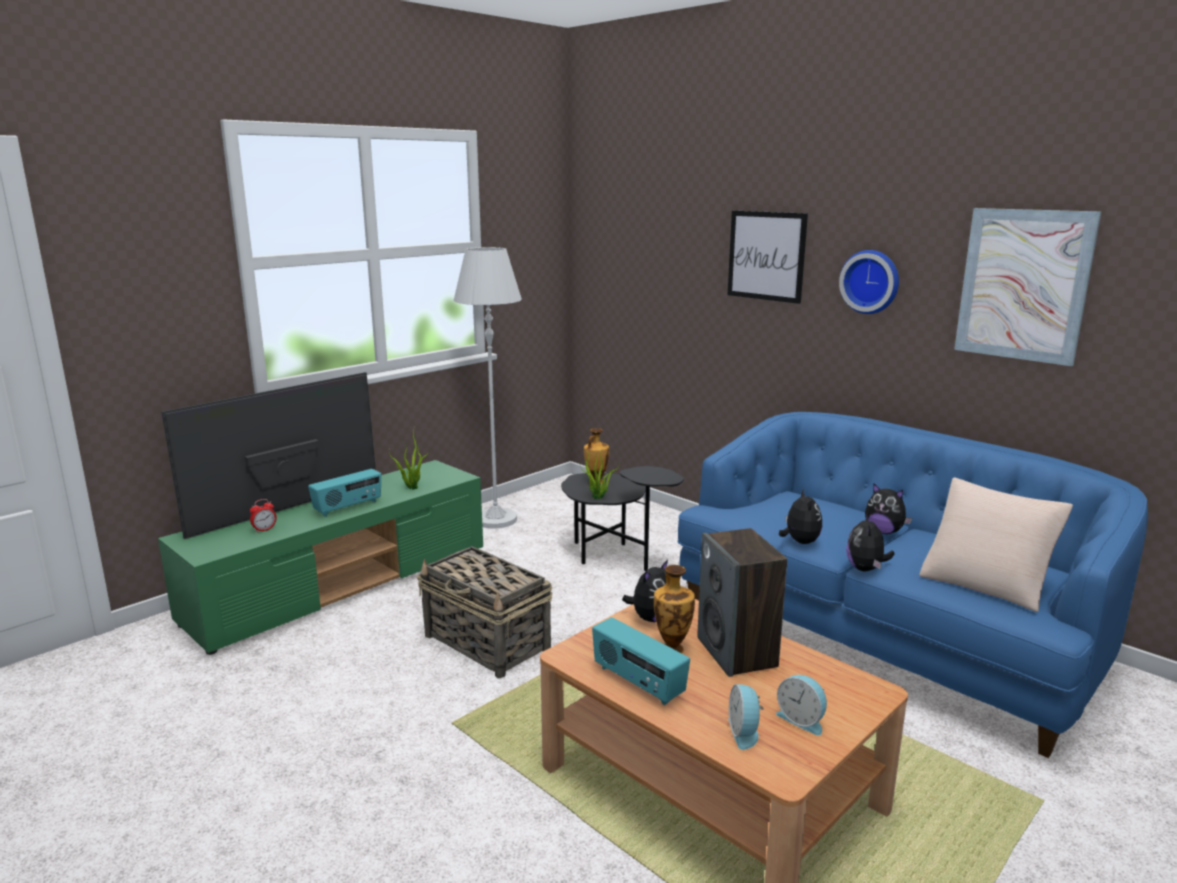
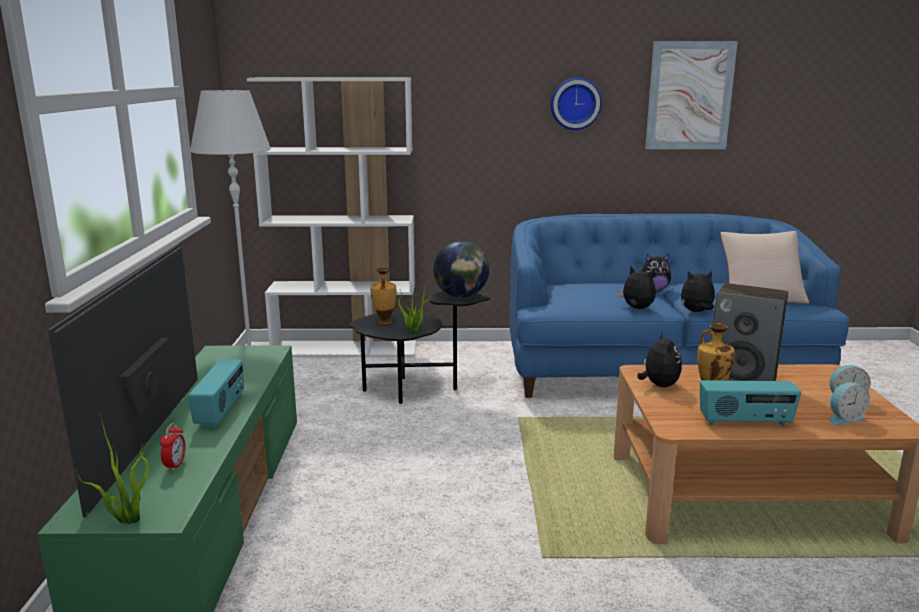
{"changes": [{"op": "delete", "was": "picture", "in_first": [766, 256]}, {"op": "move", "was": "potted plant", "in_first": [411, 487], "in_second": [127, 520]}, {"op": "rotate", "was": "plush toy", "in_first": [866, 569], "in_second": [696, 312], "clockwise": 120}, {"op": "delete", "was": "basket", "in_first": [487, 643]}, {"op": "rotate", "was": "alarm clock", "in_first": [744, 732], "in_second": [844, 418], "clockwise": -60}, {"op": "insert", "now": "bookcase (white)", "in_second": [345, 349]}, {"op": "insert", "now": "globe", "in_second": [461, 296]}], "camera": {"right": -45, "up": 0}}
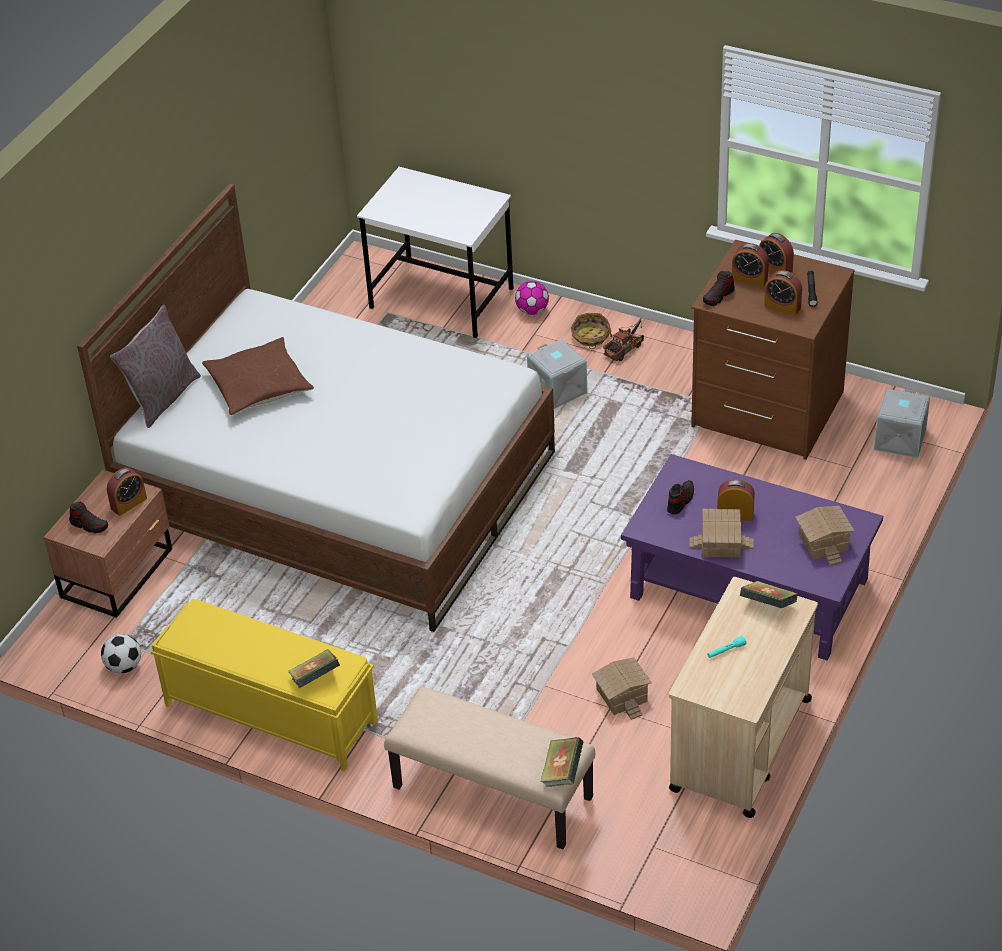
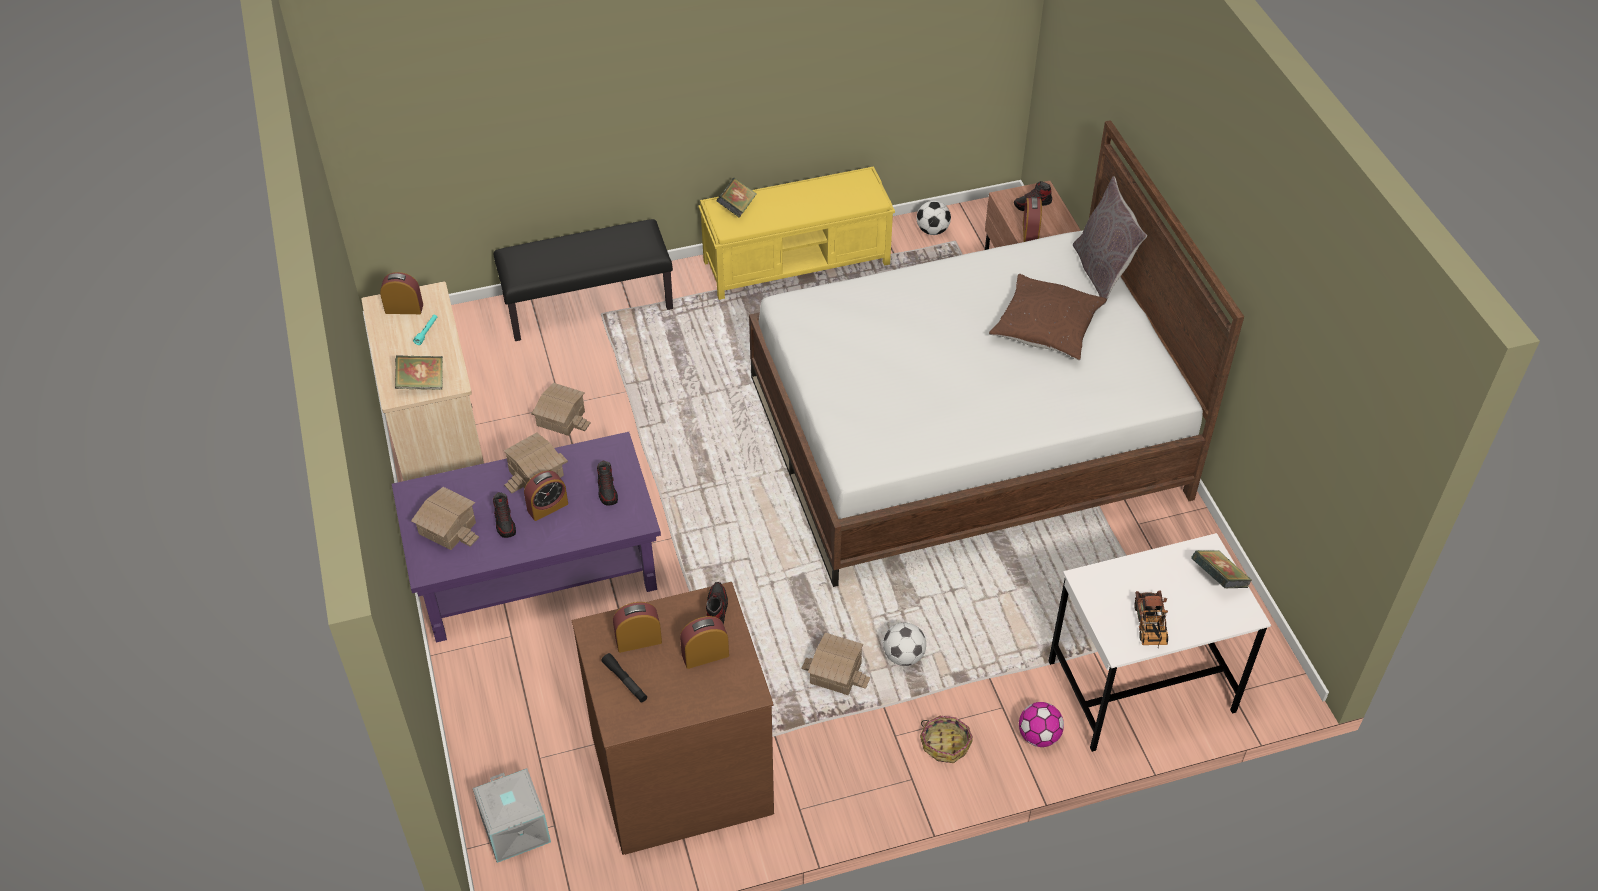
{"changes": [{"op": "move", "was": "alarm clock", "in_first": [775, 269], "in_second": [404, 308]}, {"op": "move", "was": "toy truck", "in_first": [626, 348], "in_second": [1150, 628]}, {"op": "replace", "was": "storage box (grey)", "now": "football", "in_first": [558, 390], "in_second": [903, 656]}, {"op": "recolor", "was": "bench (beige)", "now": "bench (black)", "in_first": [491, 793], "in_second": [589, 304]}, {"op": "move", "was": "book", "in_first": [562, 772], "in_second": [1218, 579]}, {"op": "insert", "now": "shoe", "in_second": [505, 522]}, {"op": "insert", "now": "toy house", "in_second": [835, 674]}], "camera": {"right": 135, "up": 5}}
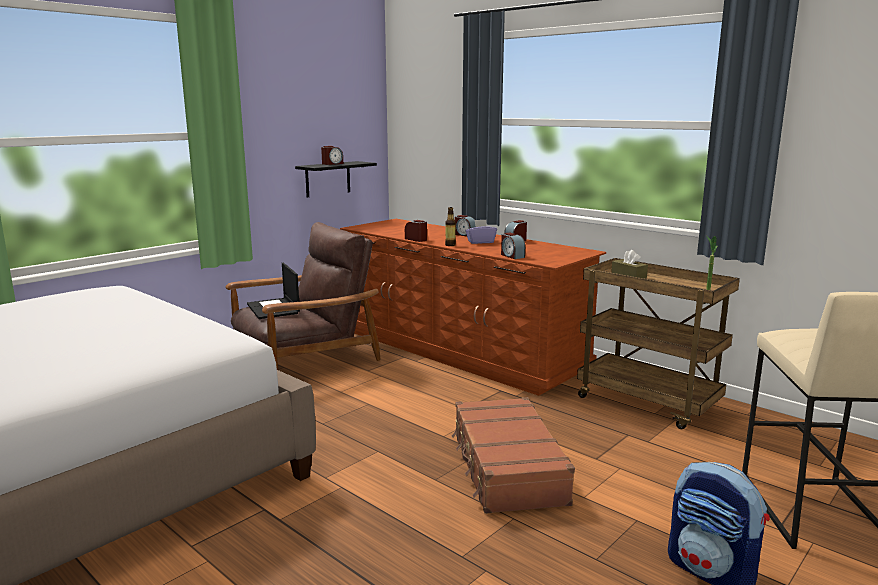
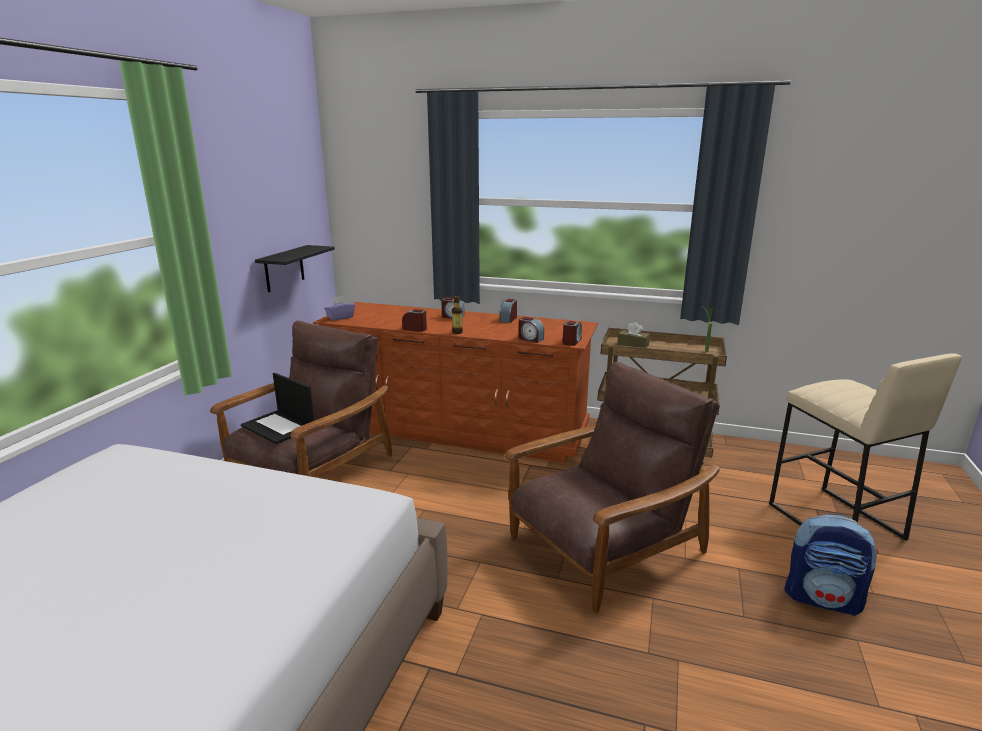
{"changes": [{"op": "move", "was": "alarm clock", "in_first": [332, 164], "in_second": [571, 341]}, {"op": "move", "was": "tissue box (purple)", "in_first": [480, 242], "in_second": [340, 317]}, {"op": "replace", "was": "suitcase (brown)", "now": "armchair (brown)", "in_first": [506, 468], "in_second": [604, 547]}], "camera": {"right": -25, "up": 5}}
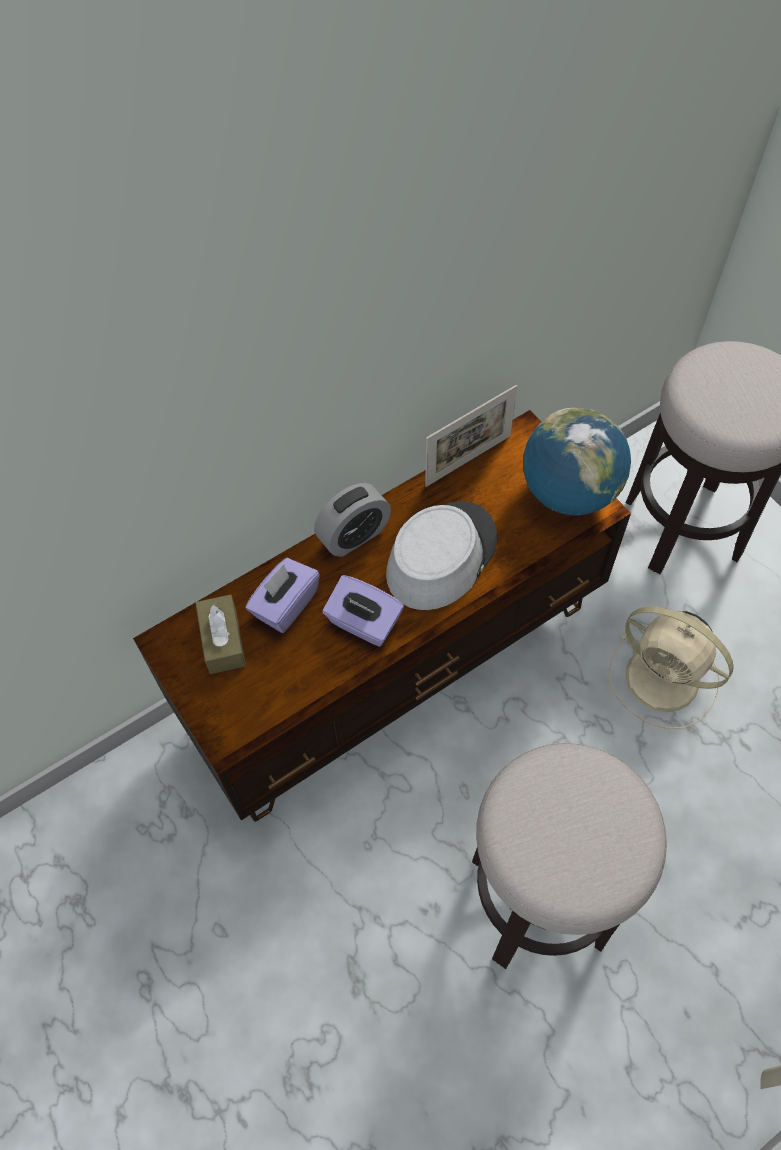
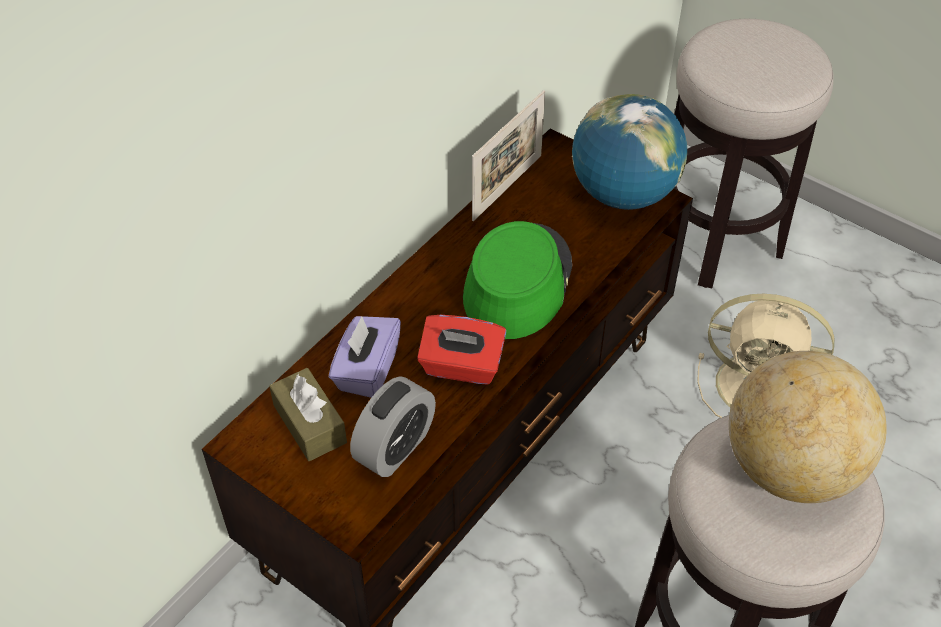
{"changes": [{"op": "move", "was": "alarm clock", "in_first": [354, 535], "in_second": [395, 447]}, {"op": "recolor", "was": "hat (grey)", "now": "hat (green)", "in_first": [441, 556], "in_second": [517, 282]}, {"op": "recolor", "was": "tissue box (purple)", "now": "tissue box (red)", "in_first": [363, 623], "in_second": [461, 366]}, {"op": "insert", "now": "globe", "in_second": [790, 468]}], "camera": {"right": -20, "up": -10}}
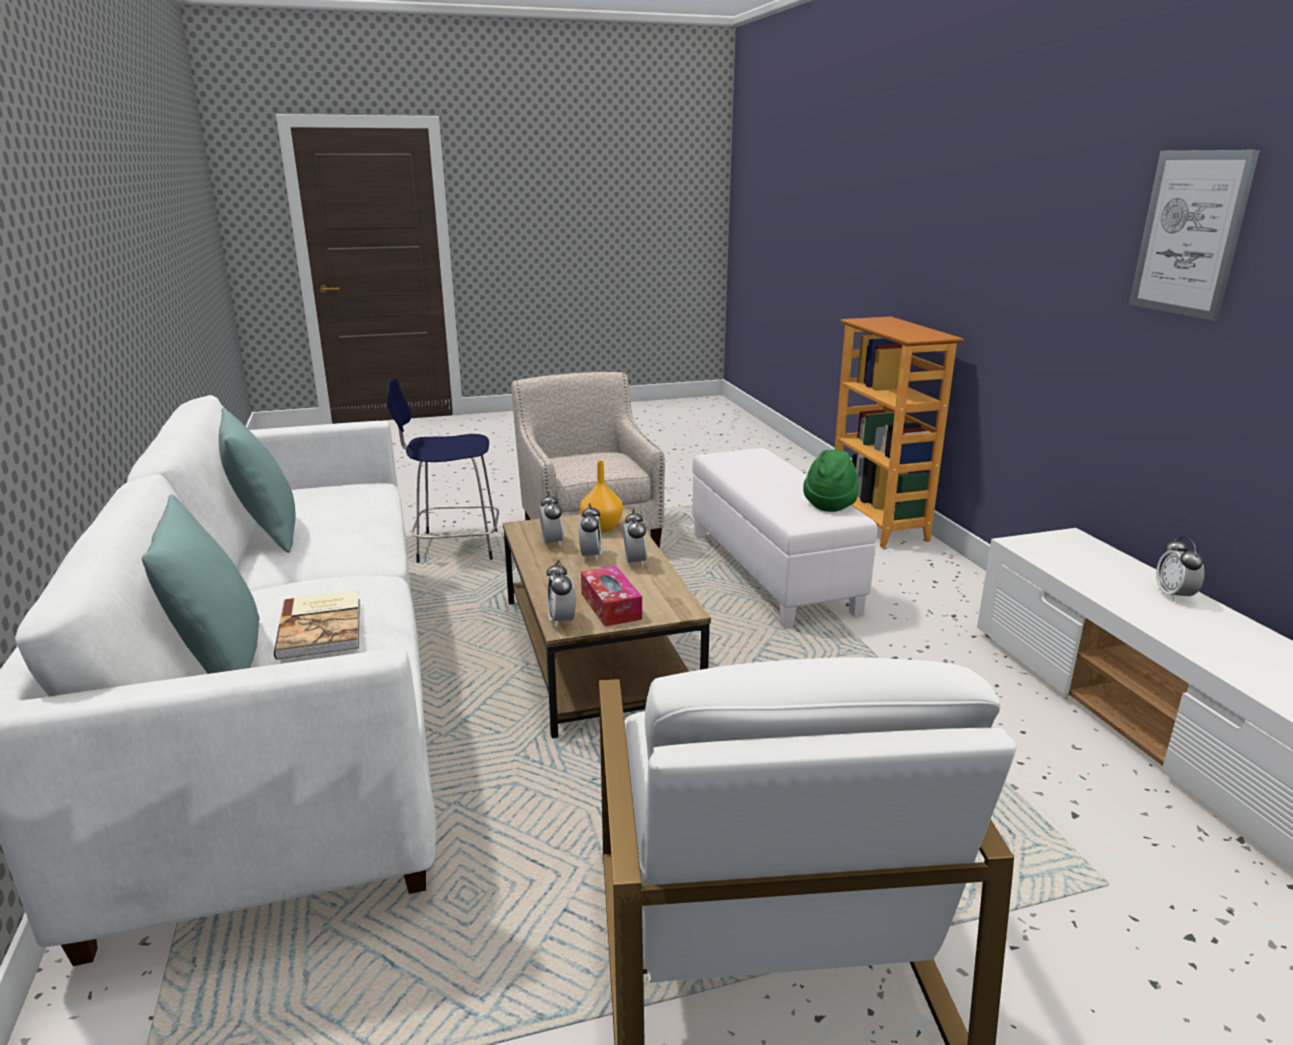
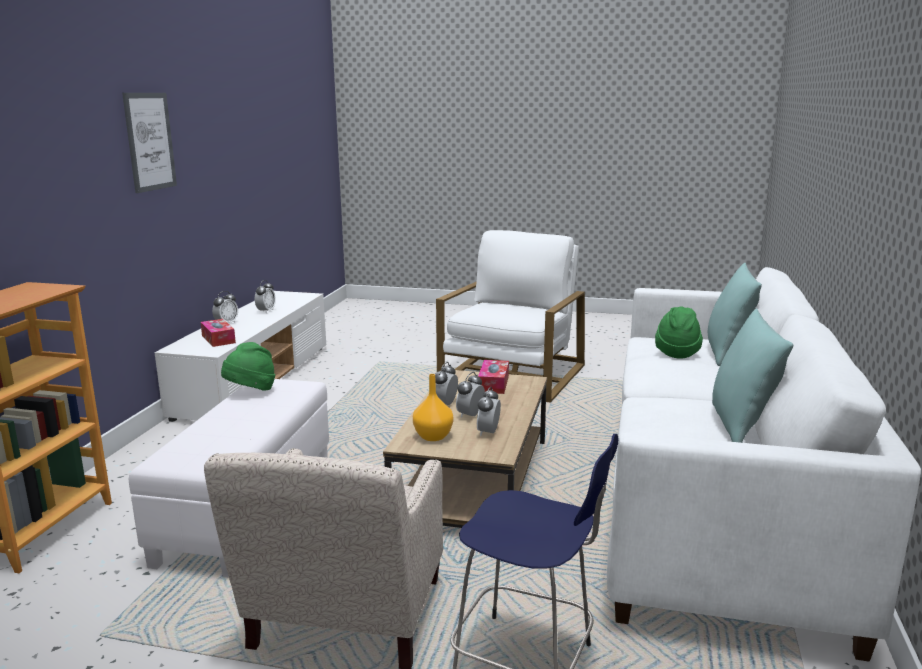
{"changes": [{"op": "move", "was": "alarm clock", "in_first": [561, 620], "in_second": [266, 311]}, {"op": "replace", "was": "book", "now": "hat (green)", "in_first": [323, 627], "in_second": [677, 352]}, {"op": "insert", "now": "tissue box", "in_second": [218, 339]}], "camera": {"right": -150, "up": -5}}
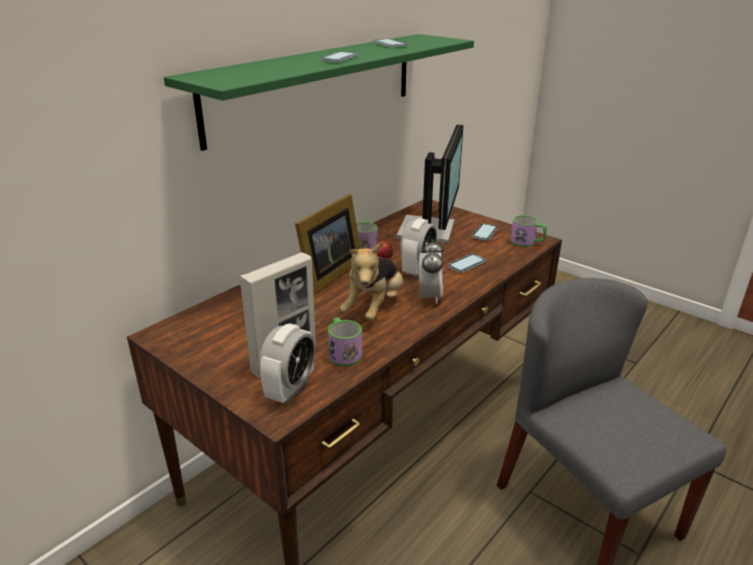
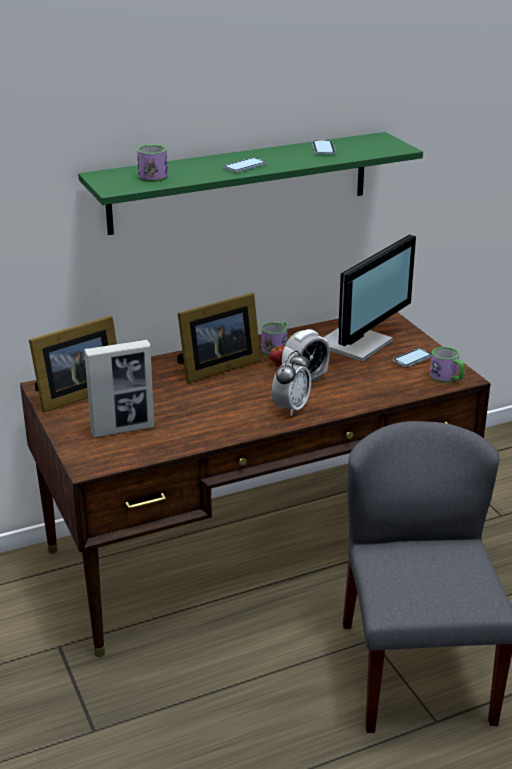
{"changes": [{"op": "delete", "was": "plush toy", "in_first": [374, 307]}, {"op": "delete", "was": "phone", "in_first": [466, 264]}, {"op": "move", "was": "mug", "in_first": [343, 352], "in_second": [153, 175]}, {"op": "delete", "was": "alarm clock", "in_first": [290, 389]}, {"op": "insert", "now": "picture frame", "in_second": [75, 395]}], "camera": {"right": 25, "up": 0}}
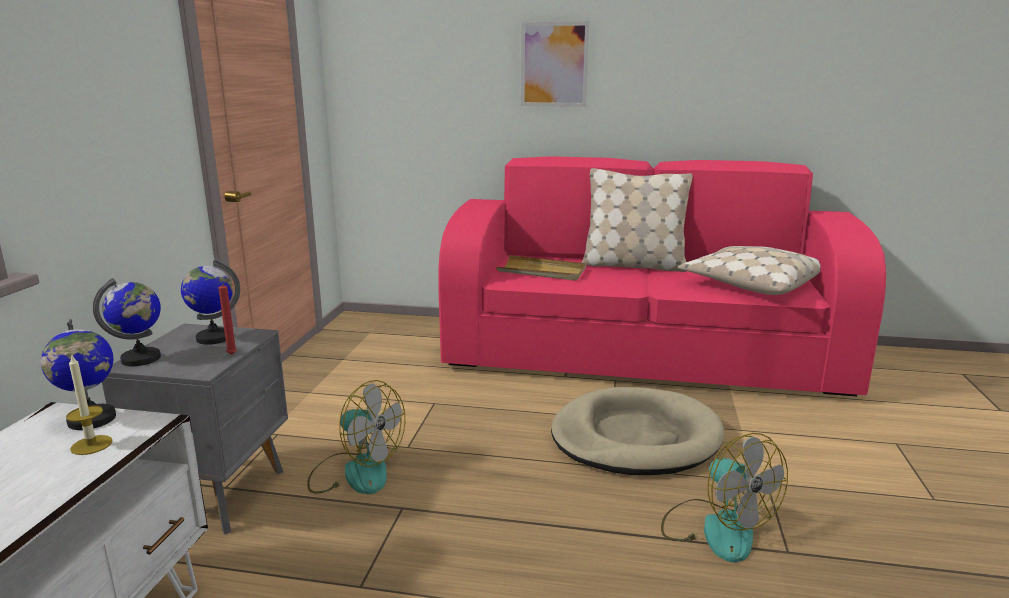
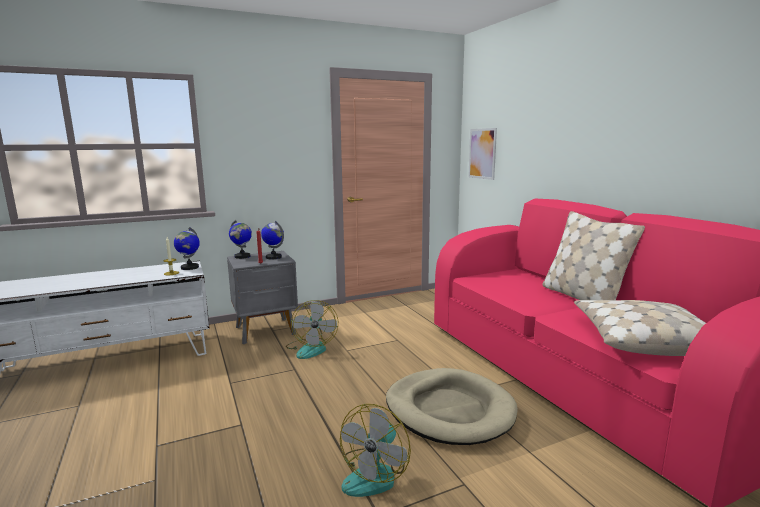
{"changes": [{"op": "move", "was": "picture", "in_first": [554, 64], "in_second": [482, 153]}, {"op": "delete", "was": "tray (beige)", "in_first": [542, 271]}], "camera": {"right": 55, "up": -5}}
